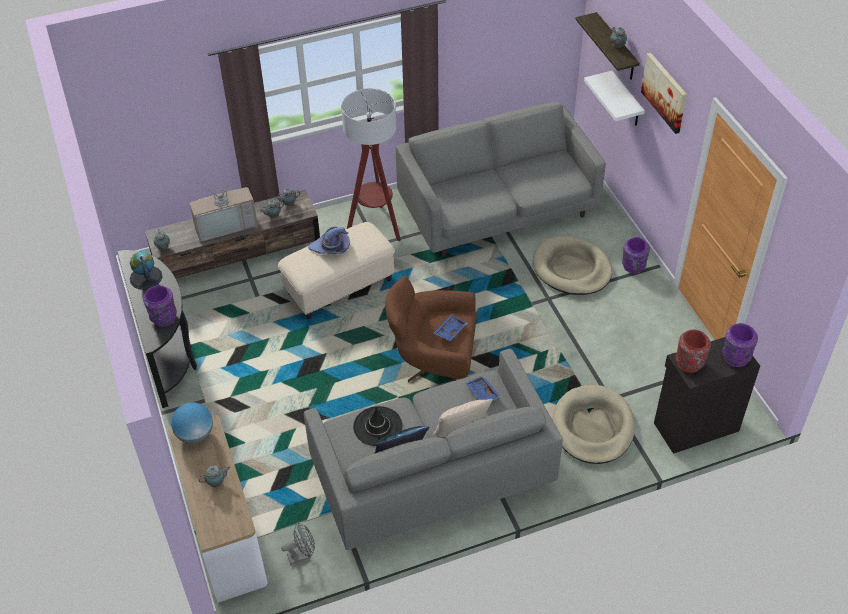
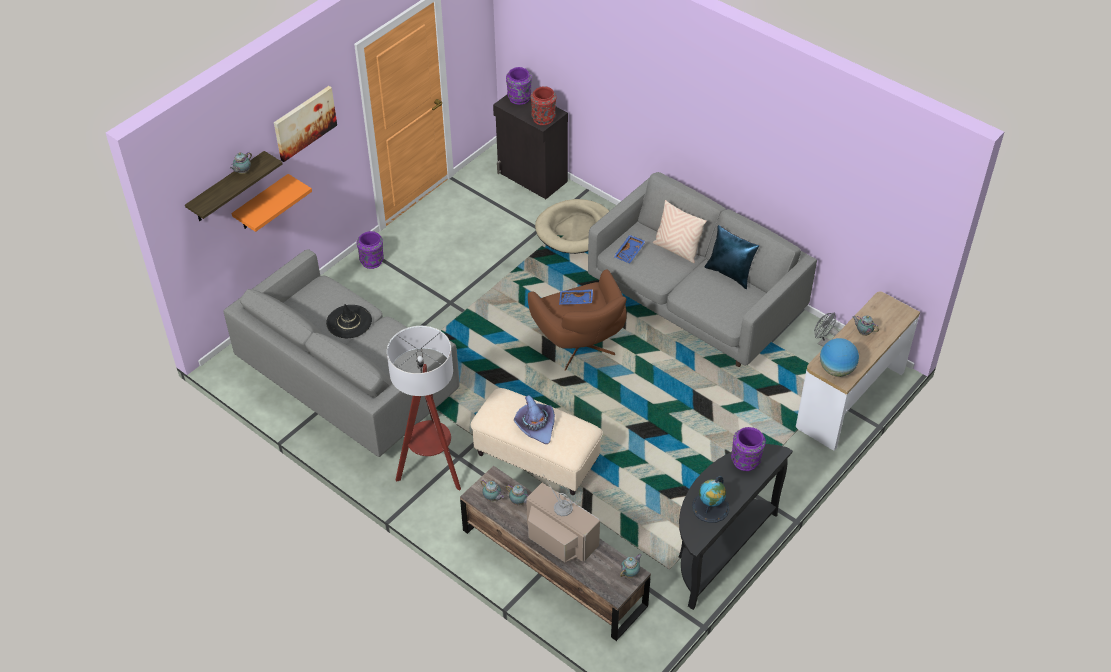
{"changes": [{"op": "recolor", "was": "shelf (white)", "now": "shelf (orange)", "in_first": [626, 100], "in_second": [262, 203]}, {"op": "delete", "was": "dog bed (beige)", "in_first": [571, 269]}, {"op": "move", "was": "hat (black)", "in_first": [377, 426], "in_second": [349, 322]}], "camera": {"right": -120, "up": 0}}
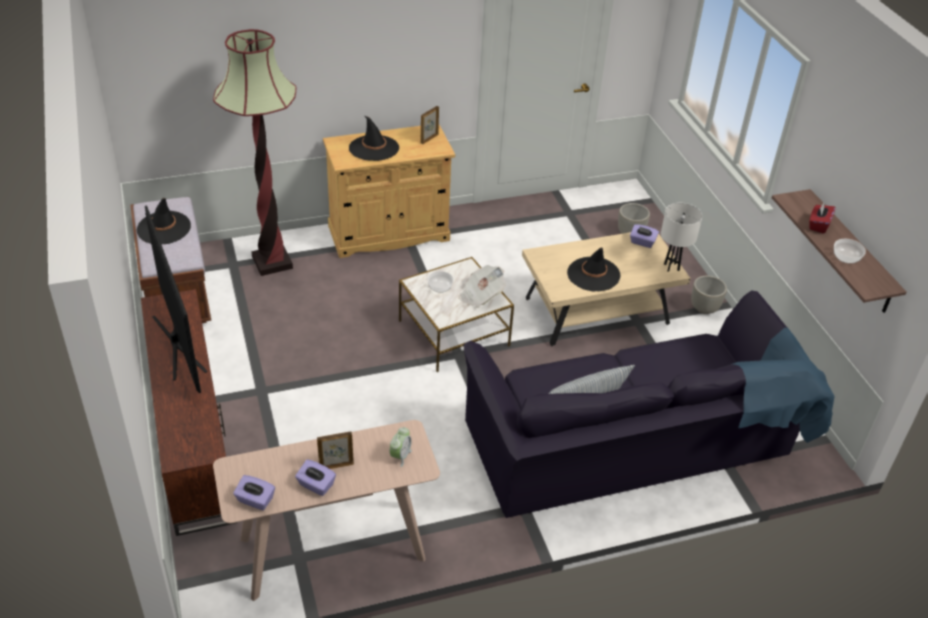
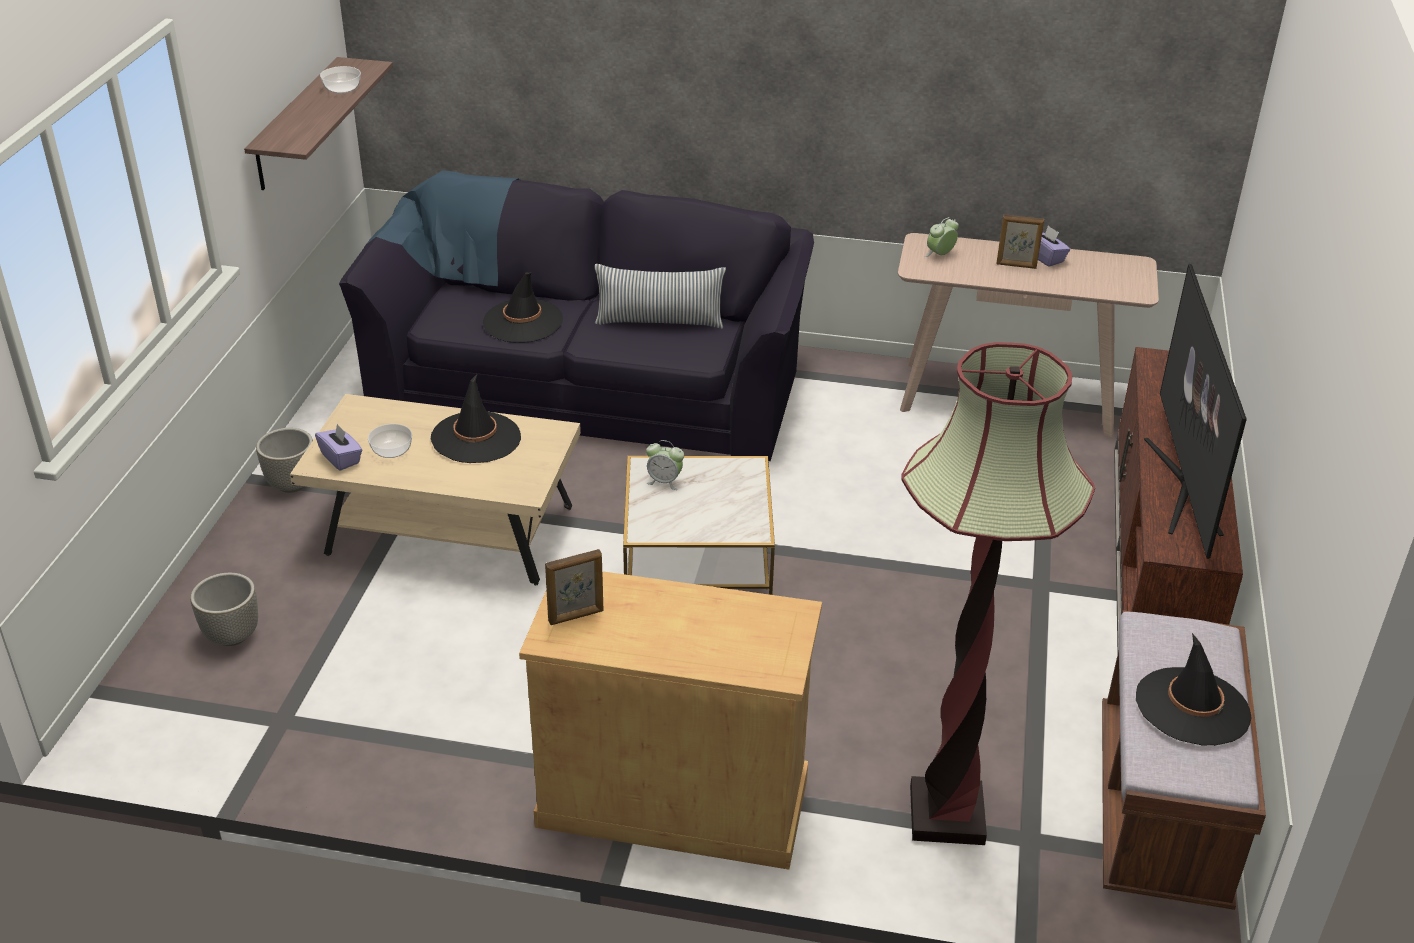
{"changes": [{"op": "move", "was": "hat (black)", "in_first": [374, 148], "in_second": [523, 322]}, {"op": "delete", "was": "tissue box (red)", "in_first": [818, 225]}, {"op": "delete", "was": "table lamp (white)", "in_first": [671, 267]}, {"op": "replace", "was": "newspaper", "now": "alarm clock", "in_first": [480, 295], "in_second": [664, 481]}, {"op": "move", "was": "bowl", "in_first": [440, 287], "in_second": [391, 449]}, {"op": "delete", "was": "tissue box (purple)", "in_first": [255, 500]}], "camera": {"right": -150, "up": -5}}
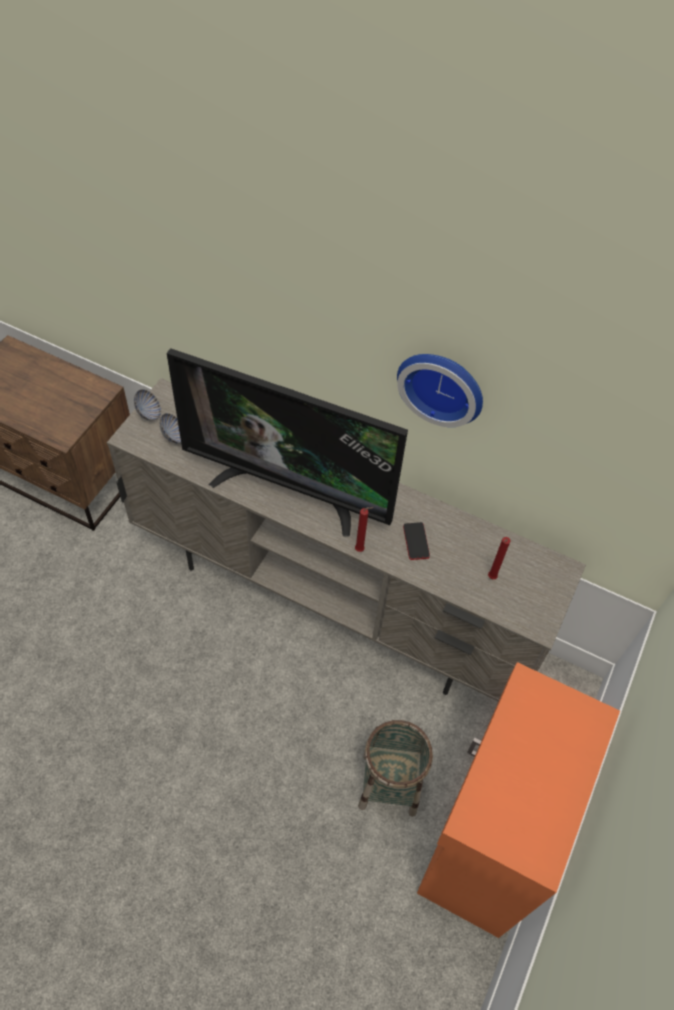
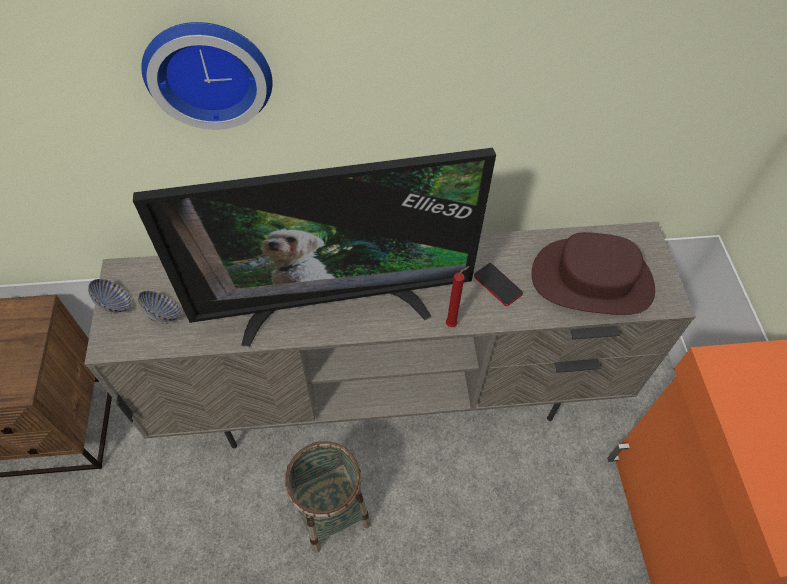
{"changes": [{"op": "move", "was": "wall clock", "in_first": [442, 384], "in_second": [209, 70]}, {"op": "replace", "was": "candle (red)", "now": "hat (brown)", "in_first": [491, 578], "in_second": [592, 281]}, {"op": "move", "was": "basket", "in_first": [389, 784], "in_second": [331, 511]}], "camera": {"right": -30, "up": 0}}
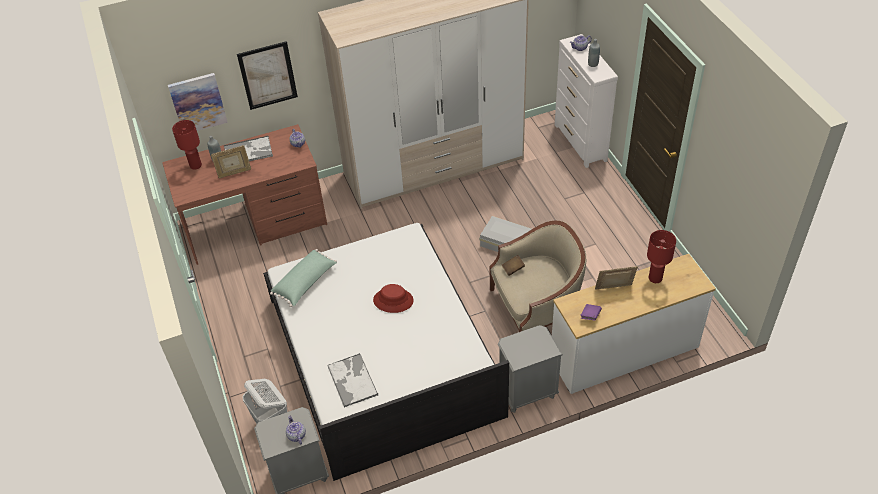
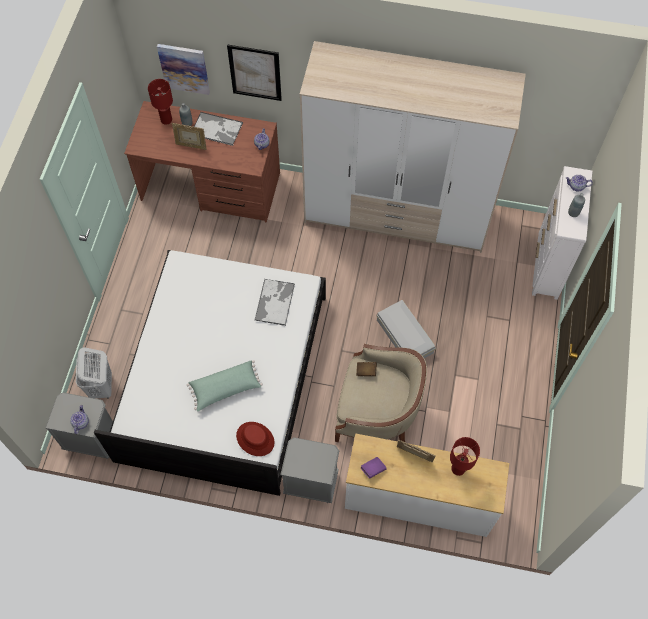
{"changes": [{"op": "move", "was": "pillow (green)", "in_first": [305, 283], "in_second": [225, 389]}, {"op": "move", "was": "hat (red)", "in_first": [393, 300], "in_second": [255, 439]}, {"op": "move", "was": "tray", "in_first": [352, 380], "in_second": [275, 302]}], "camera": {"right": 30, "up": 15}}
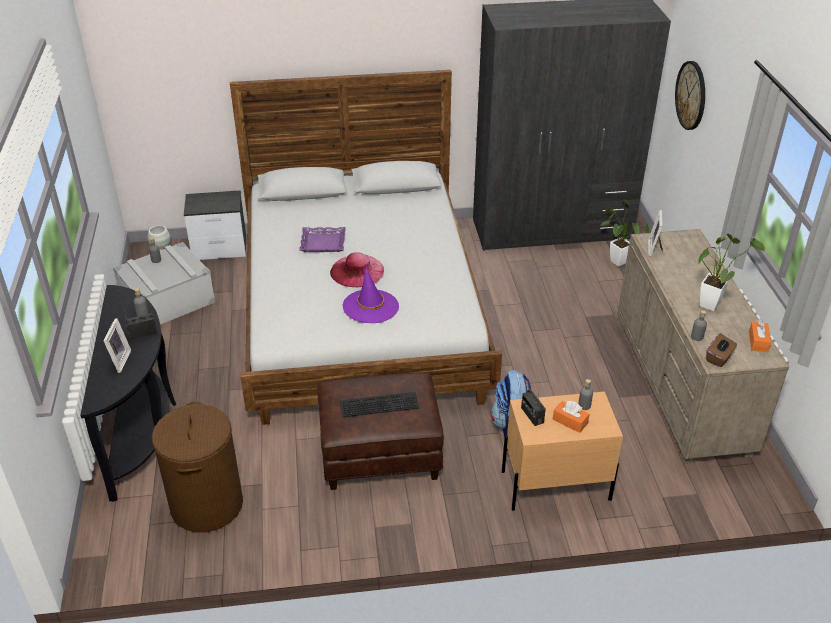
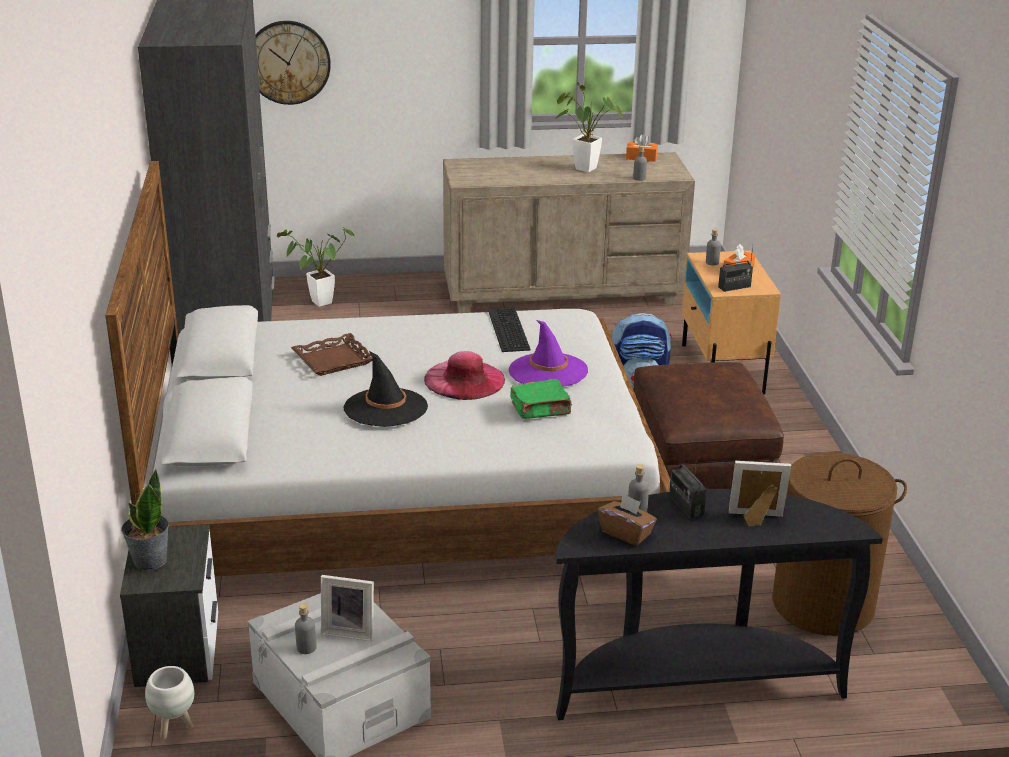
{"changes": [{"op": "move", "was": "picture frame", "in_first": [655, 248], "in_second": [349, 630]}, {"op": "replace", "was": "tray (purple)", "now": "hat (black)", "in_first": [323, 243], "in_second": [385, 408]}, {"op": "move", "was": "tissue box (brown)", "in_first": [719, 358], "in_second": [626, 533]}, {"op": "move", "was": "keyboard", "in_first": [380, 403], "in_second": [506, 329]}, {"op": "insert", "now": "tray (brown)", "in_second": [333, 360]}, {"op": "insert", "now": "book (green)", "in_second": [541, 409]}, {"op": "insert", "now": "potted plant", "in_second": [149, 560]}], "camera": {"right": -90, "up": -10}}
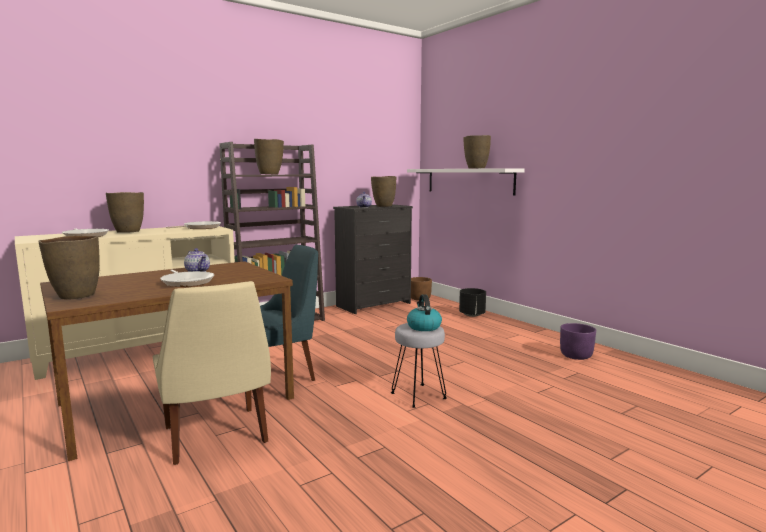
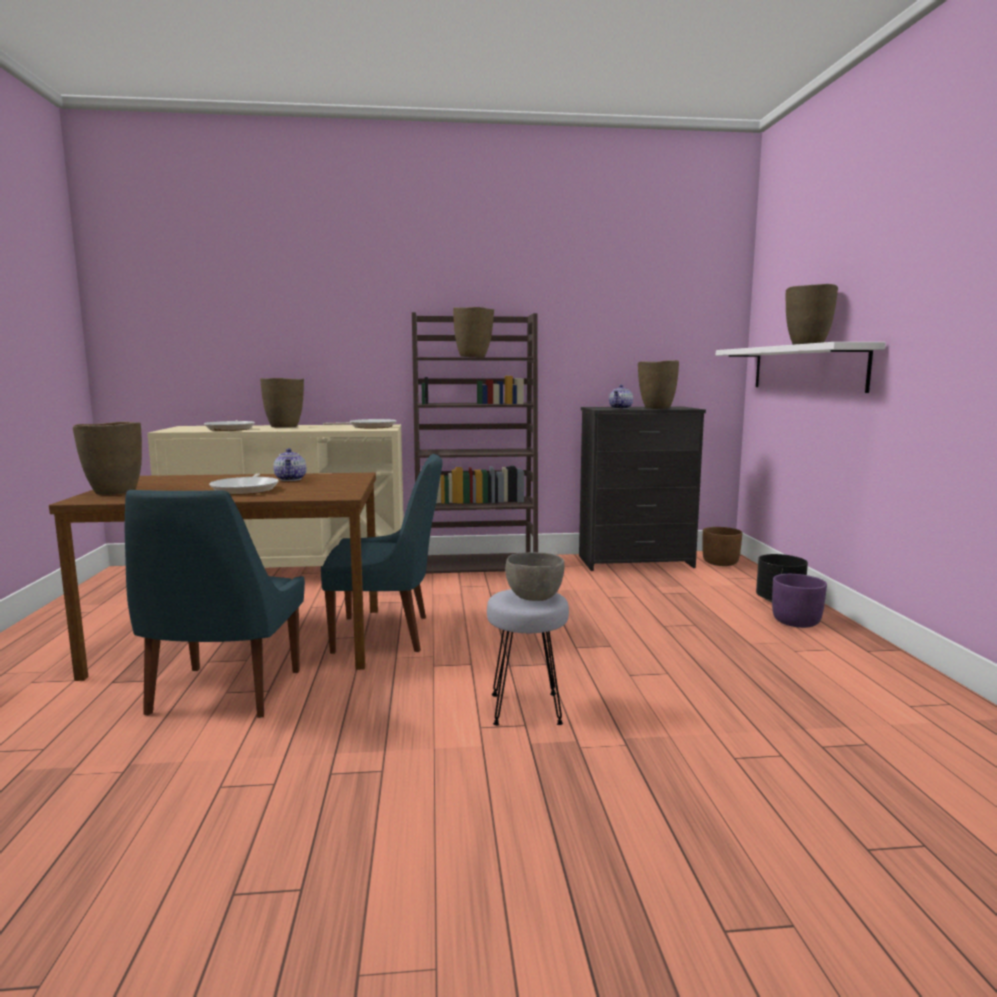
{"changes": [{"op": "recolor", "was": "chair (beige)", "now": "chair (blue)", "in_first": [216, 437], "in_second": [223, 695]}, {"op": "replace", "was": "kettle", "now": "bowl (grey)", "in_first": [423, 327], "in_second": [533, 598]}, {"op": "move", "was": "planter (purple)", "in_first": [576, 356], "in_second": [796, 622]}], "camera": {"right": 30, "up": 0}}
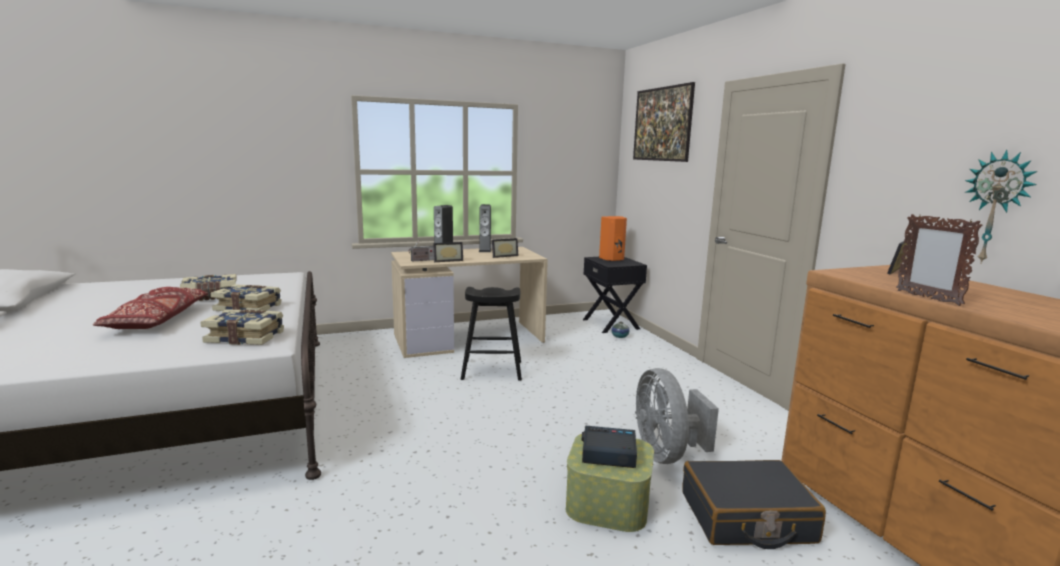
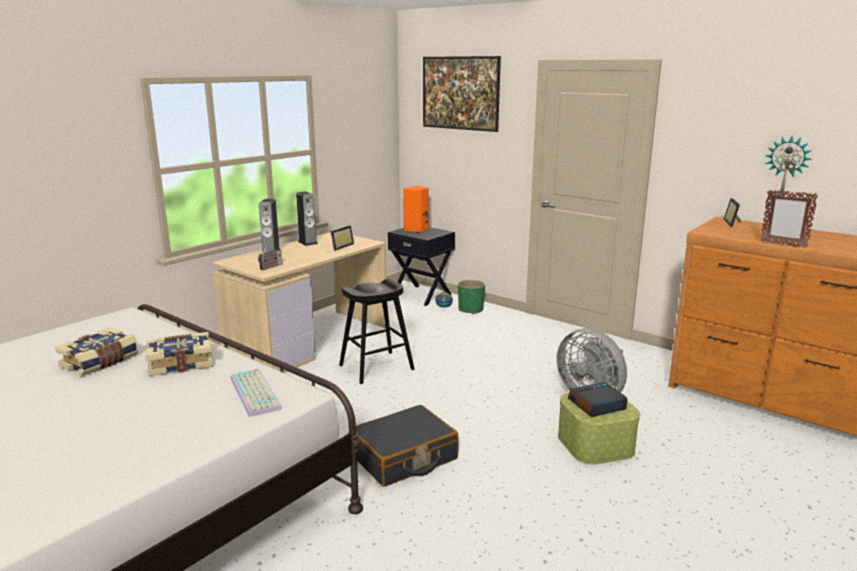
{"changes": [{"op": "delete", "was": "picture frame", "in_first": [447, 260]}, {"op": "delete", "was": "pillow (red)", "in_first": [157, 320]}, {"op": "replace", "was": "book", "now": "keyboard", "in_first": [246, 337], "in_second": [257, 393]}, {"op": "move", "was": "suitcase (black)", "in_first": [746, 518], "in_second": [404, 457]}, {"op": "insert", "now": "planter (green)", "in_second": [471, 310]}], "camera": {"right": -30, "up": 5}}
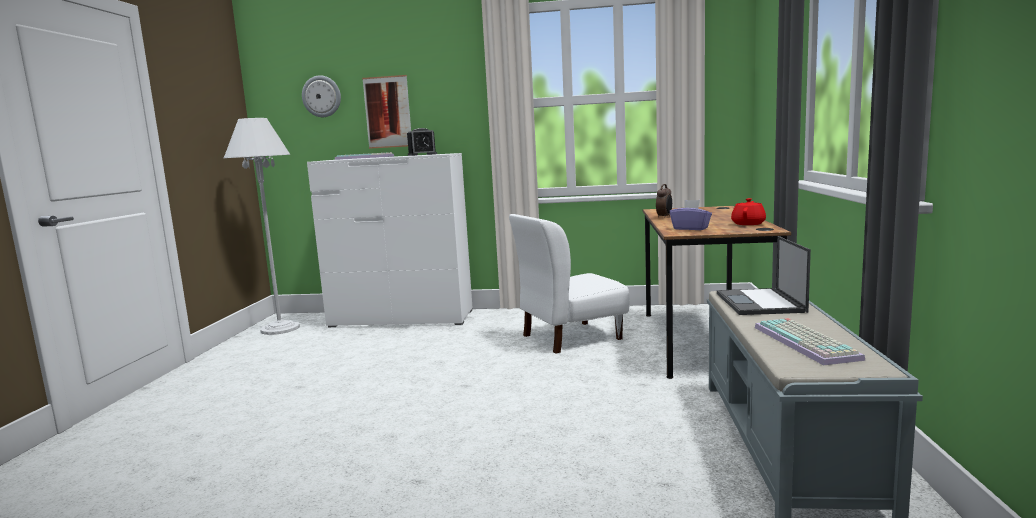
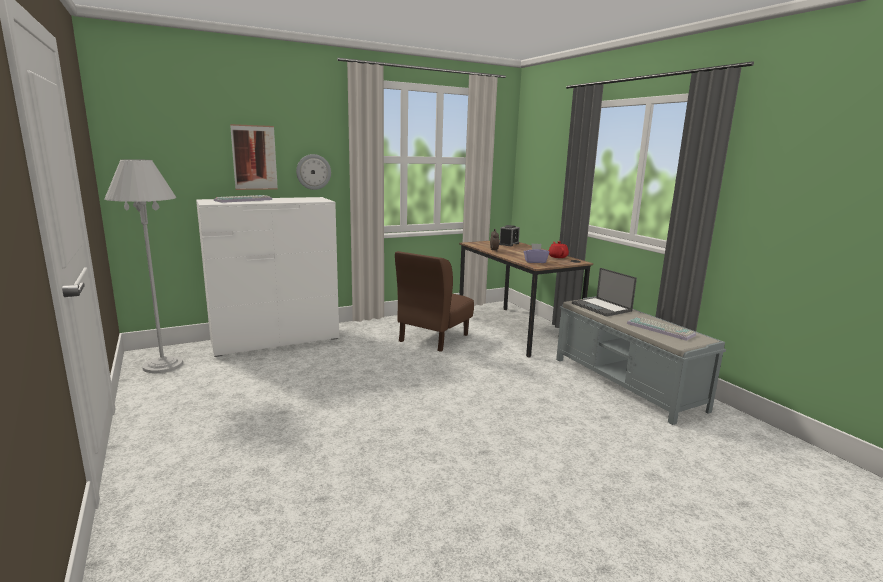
{"changes": [{"op": "move", "was": "wall clock", "in_first": [322, 96], "in_second": [313, 172]}, {"op": "move", "was": "alarm clock", "in_first": [422, 155], "in_second": [509, 244]}, {"op": "recolor", "was": "chair (white)", "now": "chair (brown)", "in_first": [570, 337], "in_second": [433, 338]}], "camera": {"right": -35, "up": 5}}
